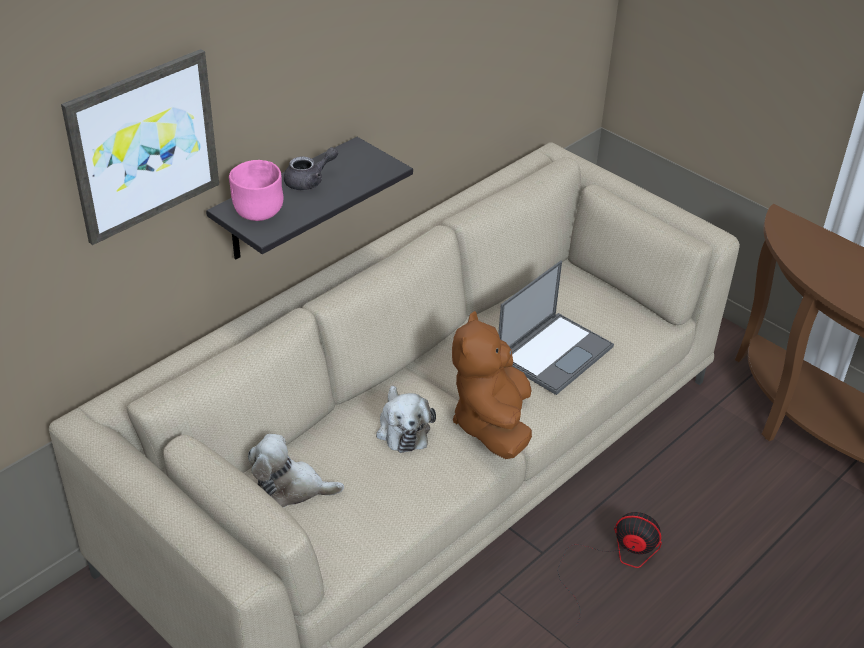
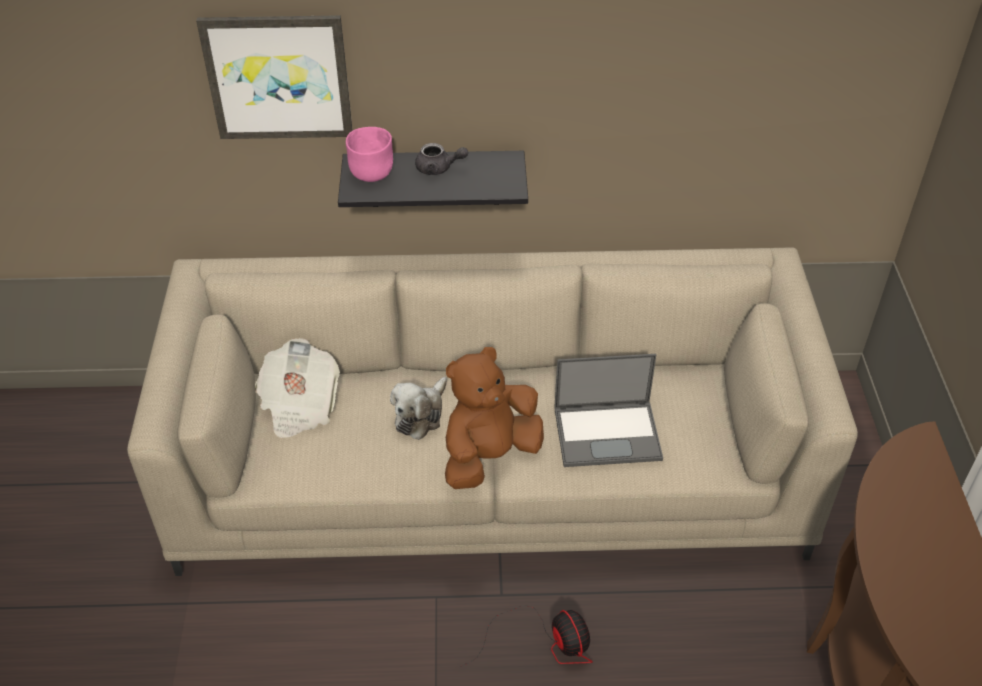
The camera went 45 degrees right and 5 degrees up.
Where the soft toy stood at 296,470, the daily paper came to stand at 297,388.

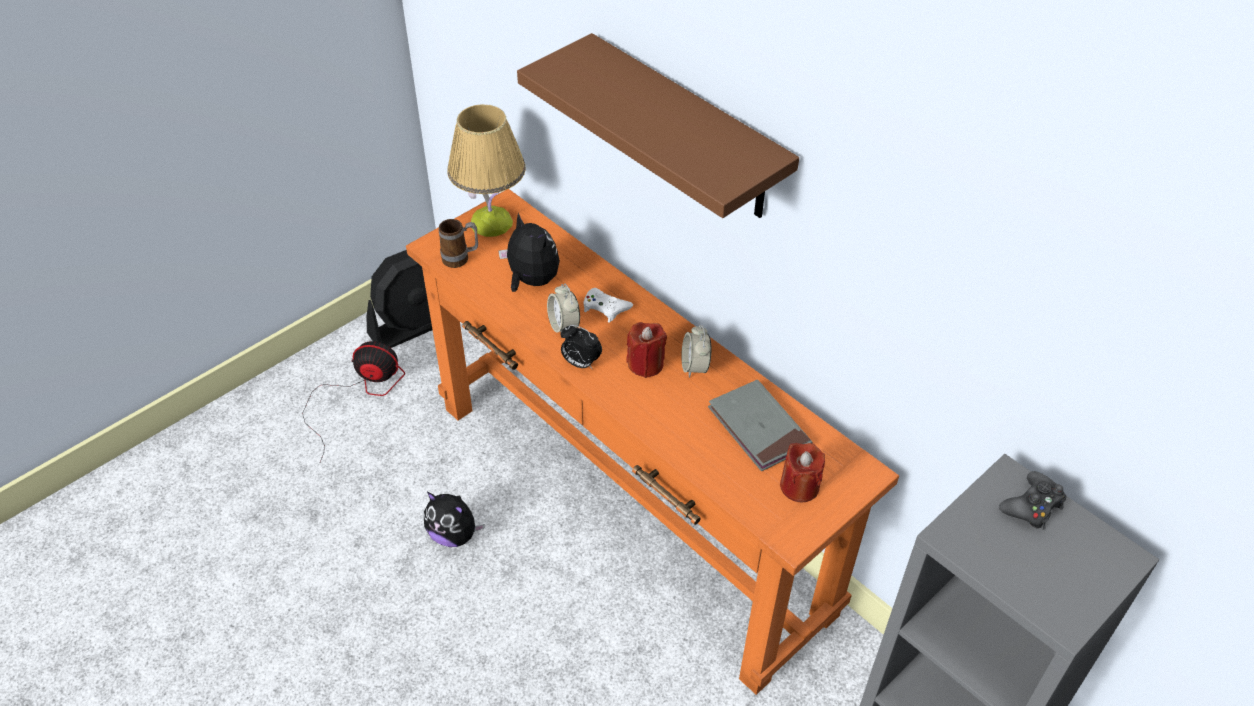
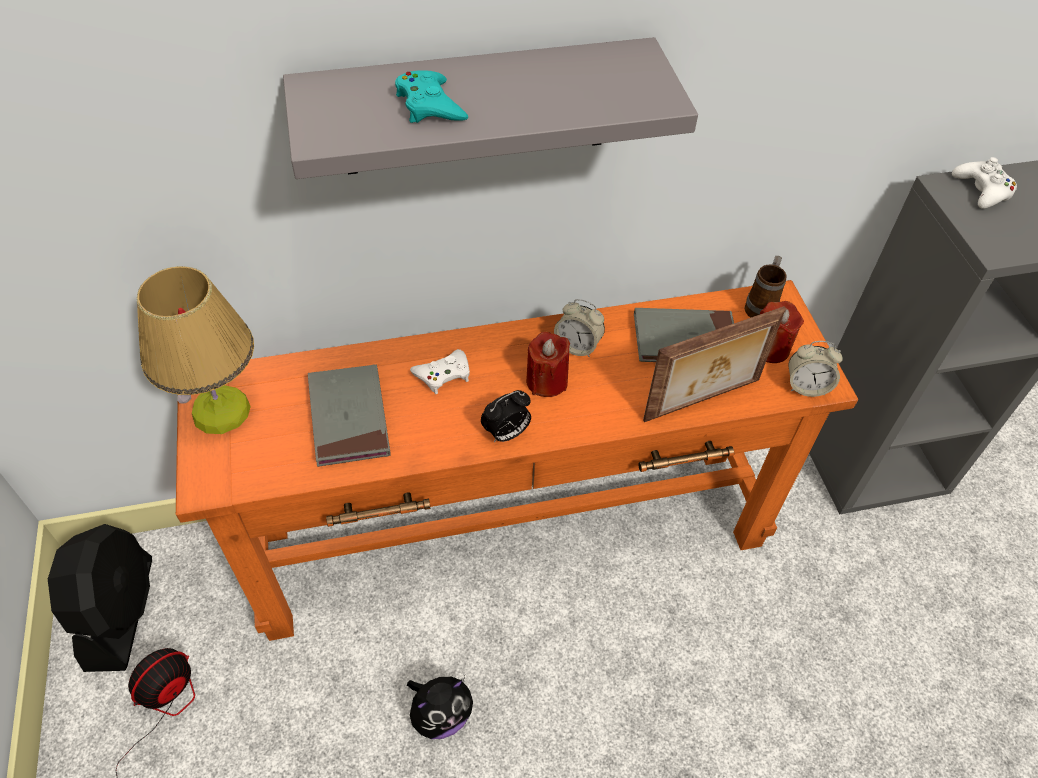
The camera went 60 degrees left and 5 degrees up.
The mug ended up elsewhere, having gone from 458,243 to 765,287.
Where the soft toy stood at 529,252, the grey book came to stand at 349,415.
What was the brown-coloured bracket shelf at 658,125 turned into the grey bracket shelf at 490,108.
The bedside clock ended up elsewhere, having gone from 563,308 to 815,369.
What was the black gamepad at 1033,500 turned into the white gamepad at 984,183.
The second view gained the turquoise-coloured gamepad at 431,96.
The second view gained the picture frame at 714,364.

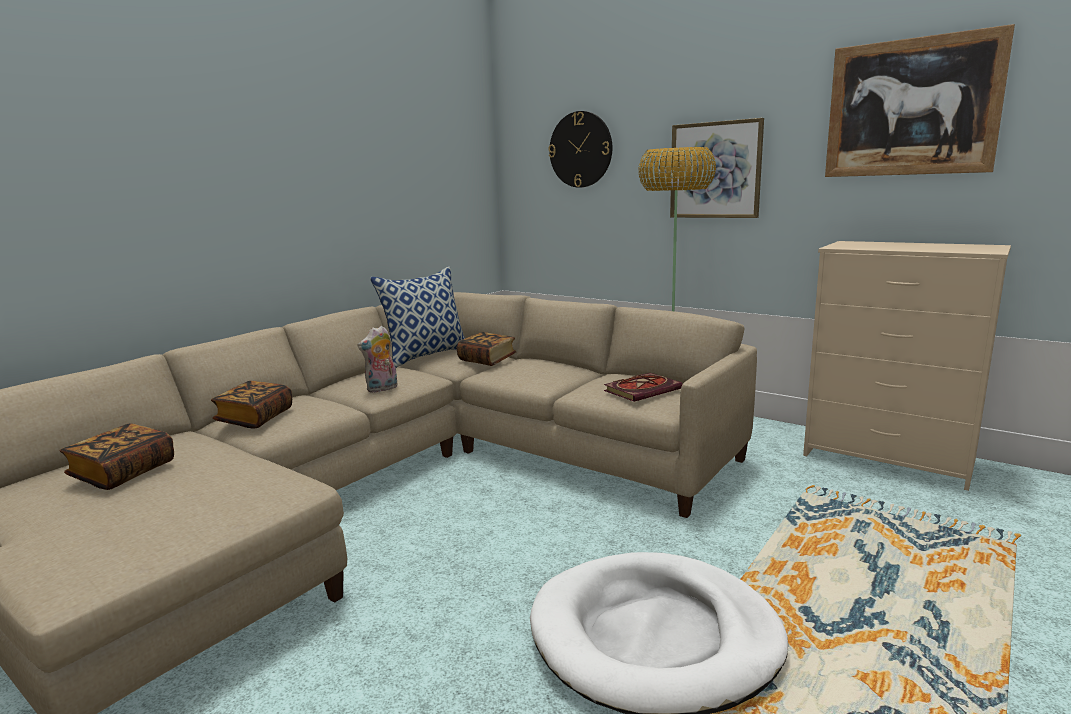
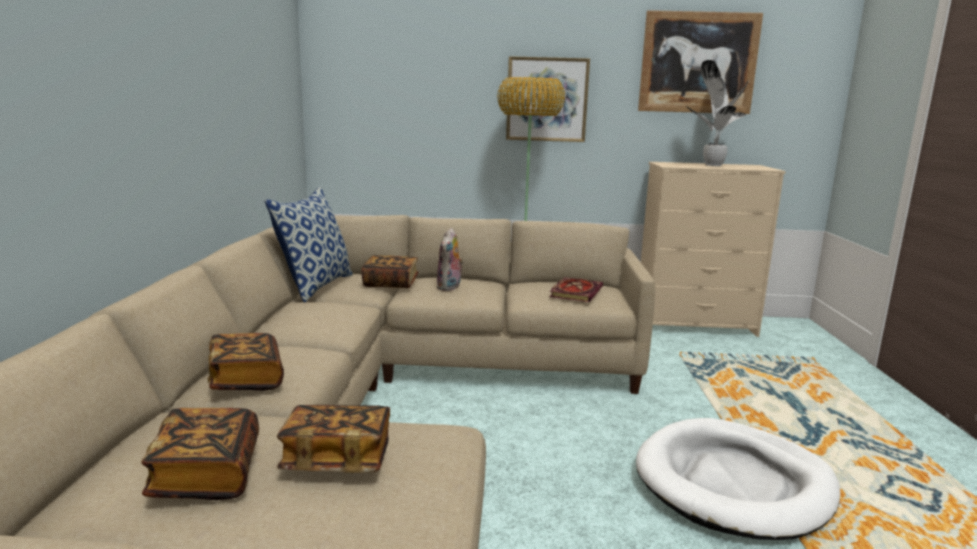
The camera went 35 degrees left and 0 degrees up.
The soft toy ended up elsewhere, having gone from 378,359 to 450,259.
The second view lost the clock on the wall at 580,149.
The second view gained the book at 333,439.
The second view gained the plant in a pot at 717,113.

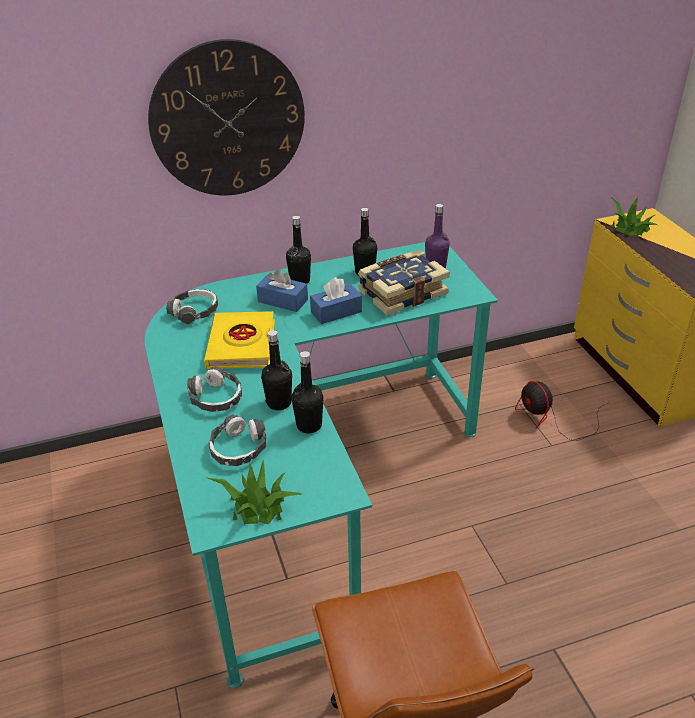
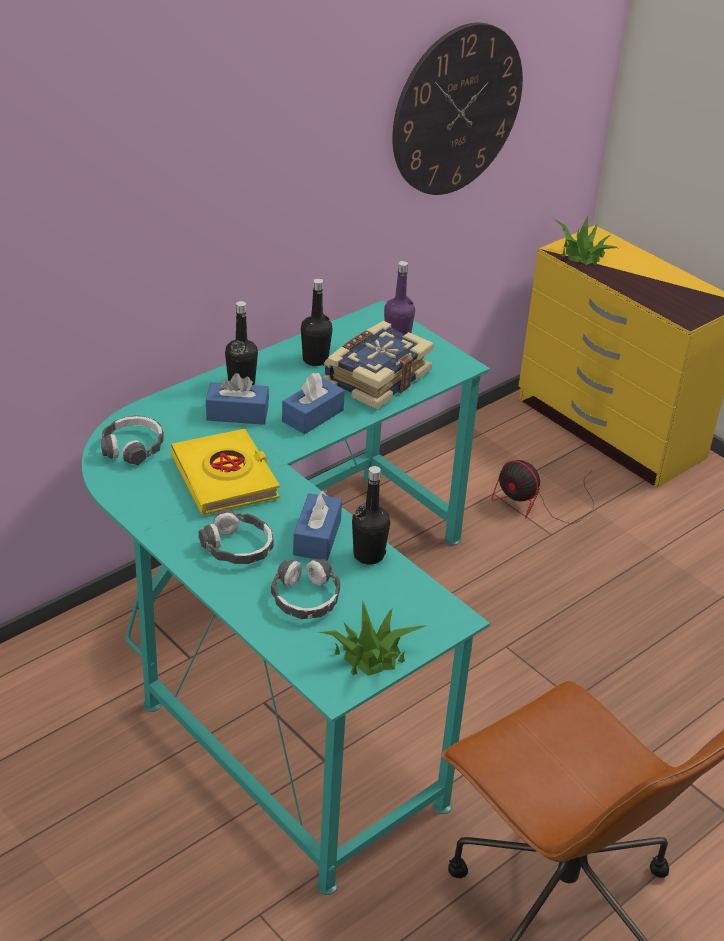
The camera went 25 degrees left and 0 degrees up.
The clock on the wall ended up elsewhere, having gone from 226,117 to 457,109.
Where the black beverage bottle stood at 276,370, the blue tissue box came to stand at 317,525.

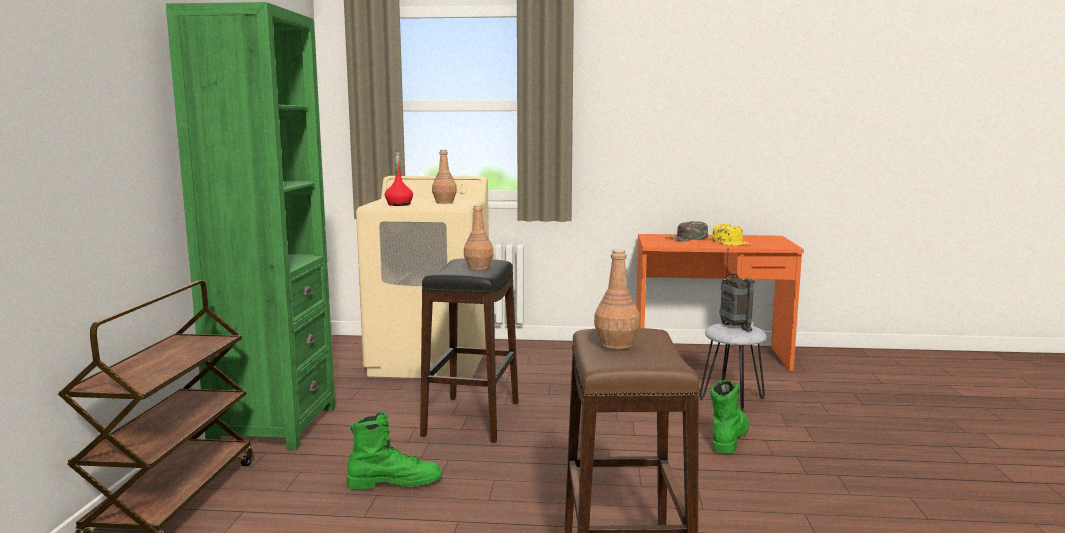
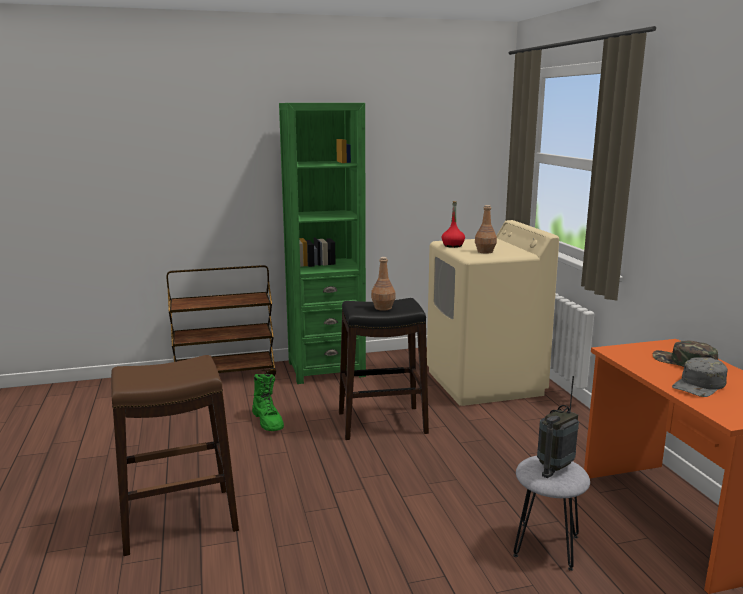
The camera went 70 degrees right and 5 degrees up.
The second view lost the brown-coloured beverage bottle at 617,299.
The second view lost the greenish high-top boot at 729,416.
What was the yellow-coloured peaked cap at 731,235 turned into the grey peaked cap at 700,377.

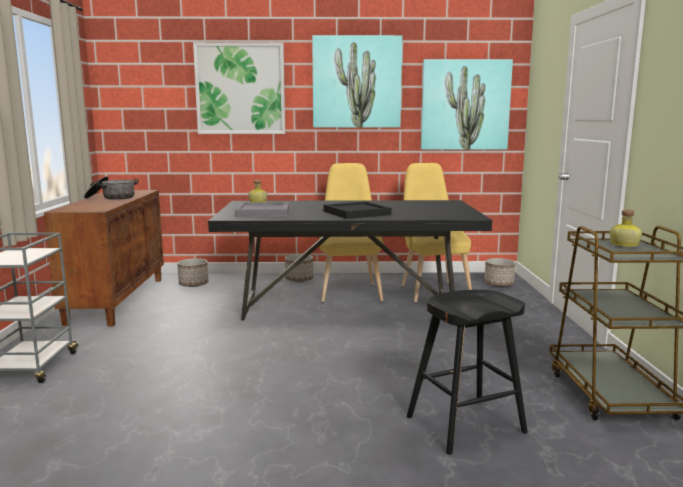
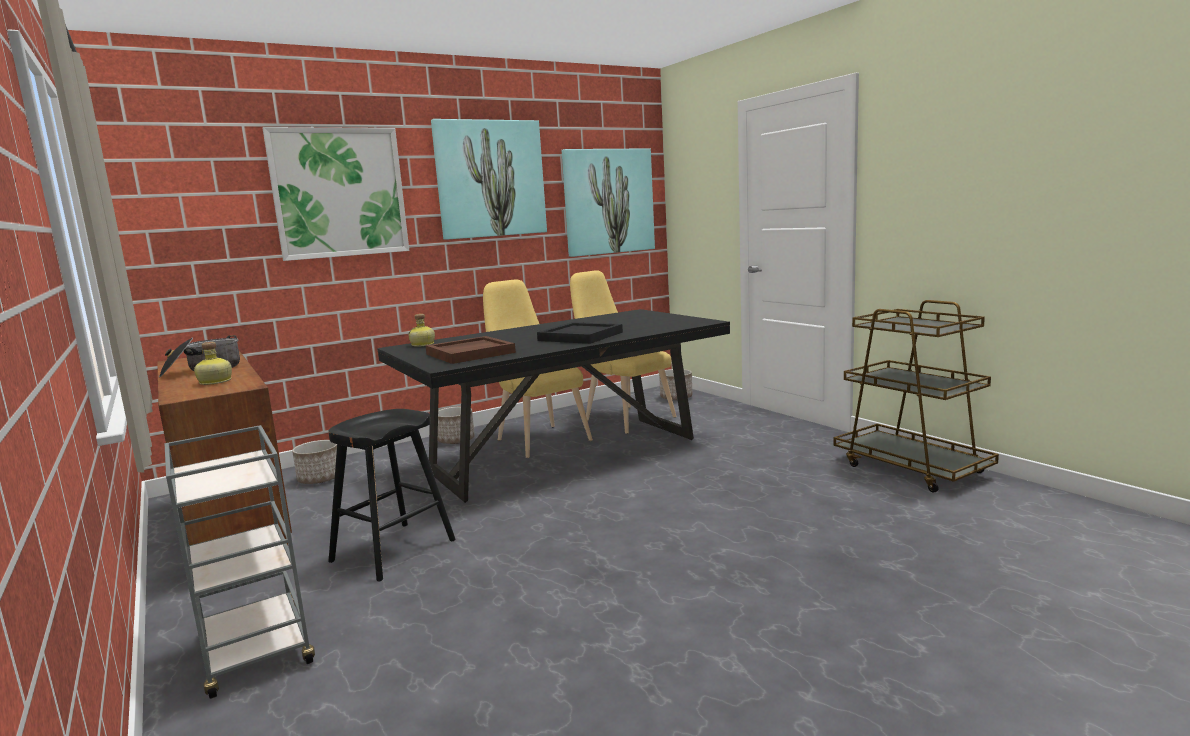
The camera went 30 degrees left and 0 degrees up.
What was the grey serving tray at 262,209 turned into the brown-coloured serving tray at 471,350.
The black stool seat ended up elsewhere, having gone from 467,372 to 391,495.
The beverage bottle ended up elsewhere, having gone from 626,228 to 213,363.

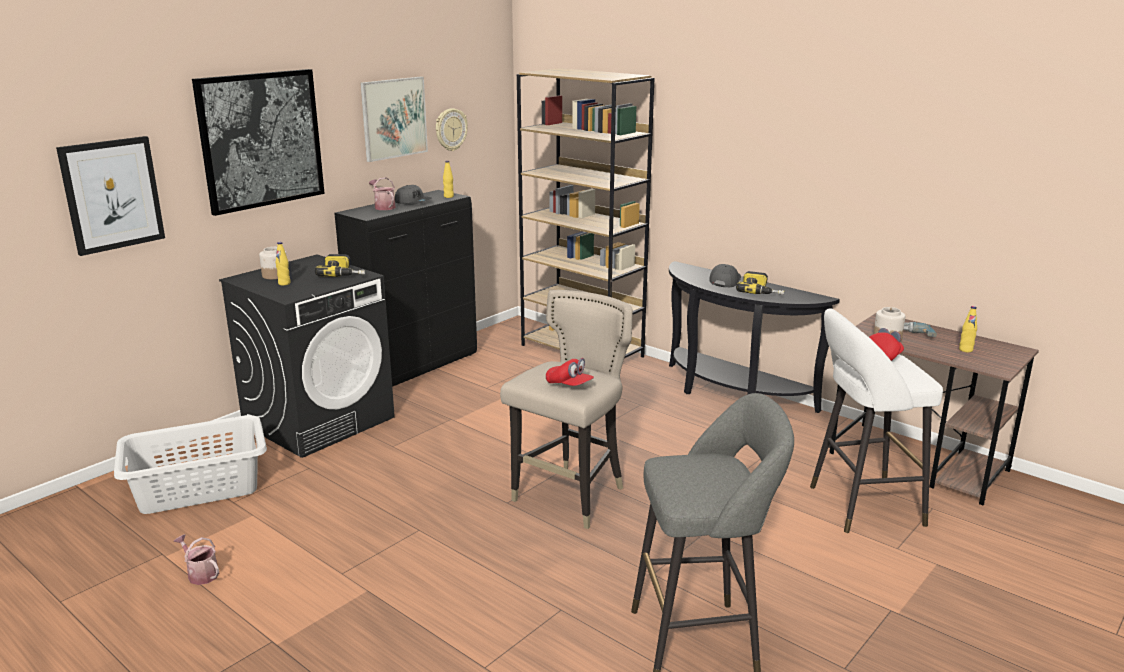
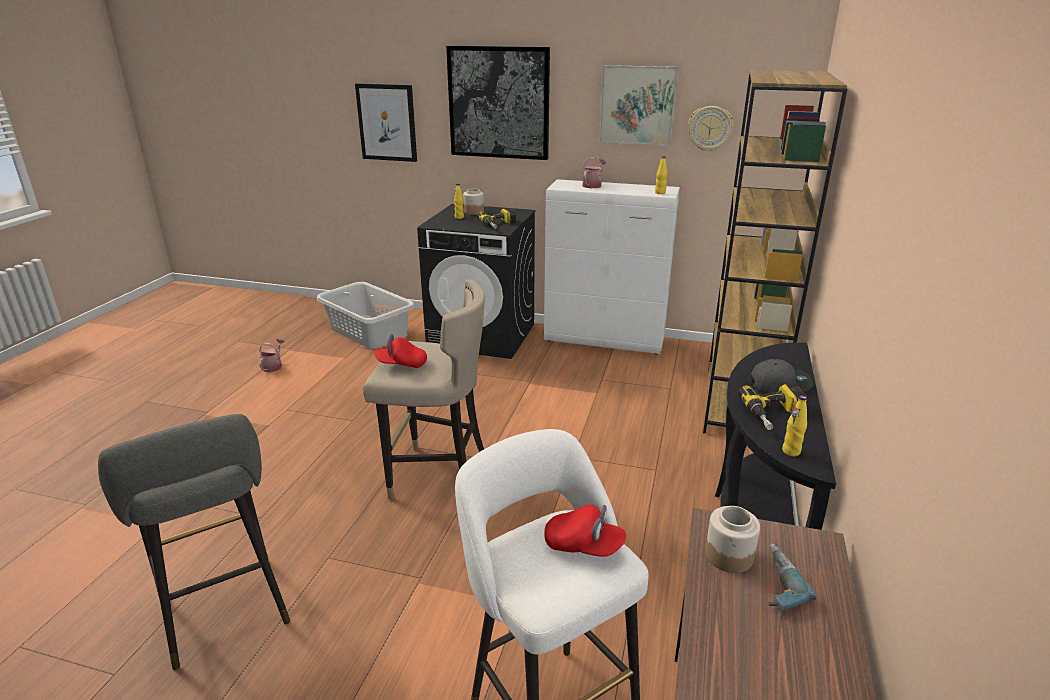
The camera went 65 degrees right and 5 degrees up.
What was the black cabinet at 405,288 turned into the white cabinet at 612,267.
The second view lost the grey peaked cap at 413,195.
The reddish peaked cap at 570,372 ended up facing another way, 75 degrees clockwise from before.
The yellow-coloured beverage bottle ended up elsewhere, having gone from 968,329 to 794,425.

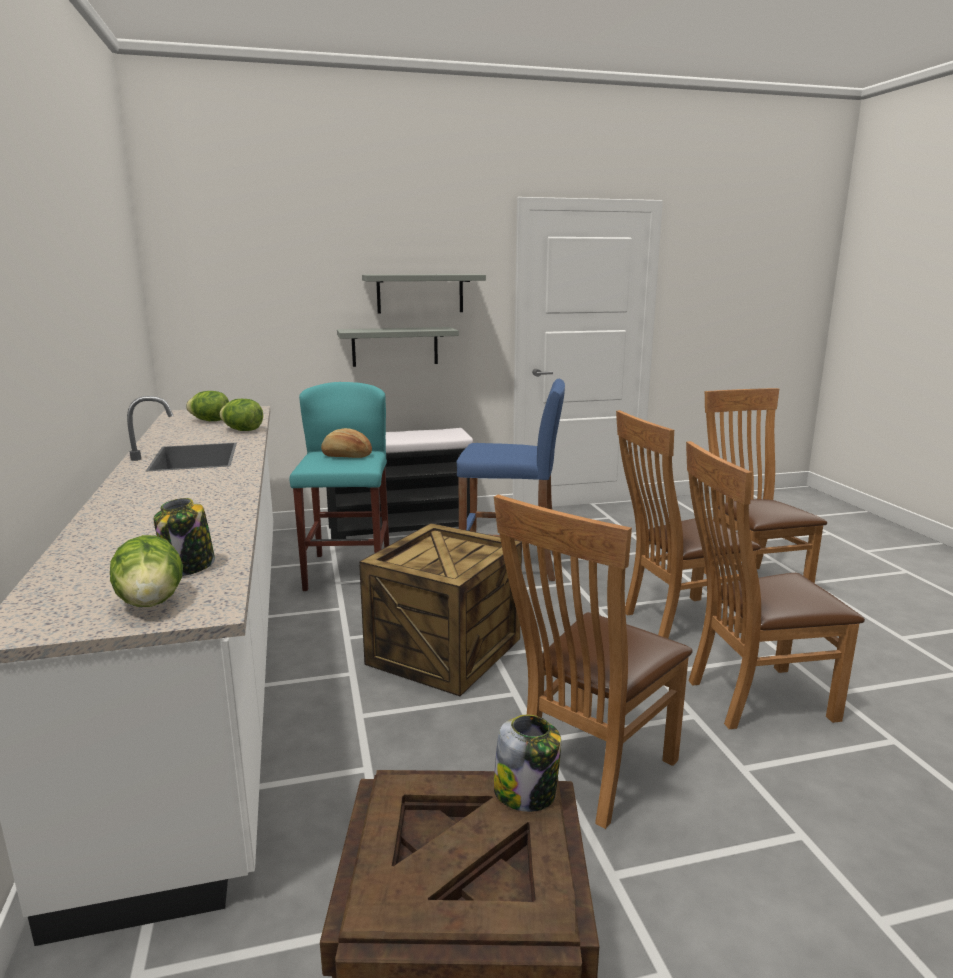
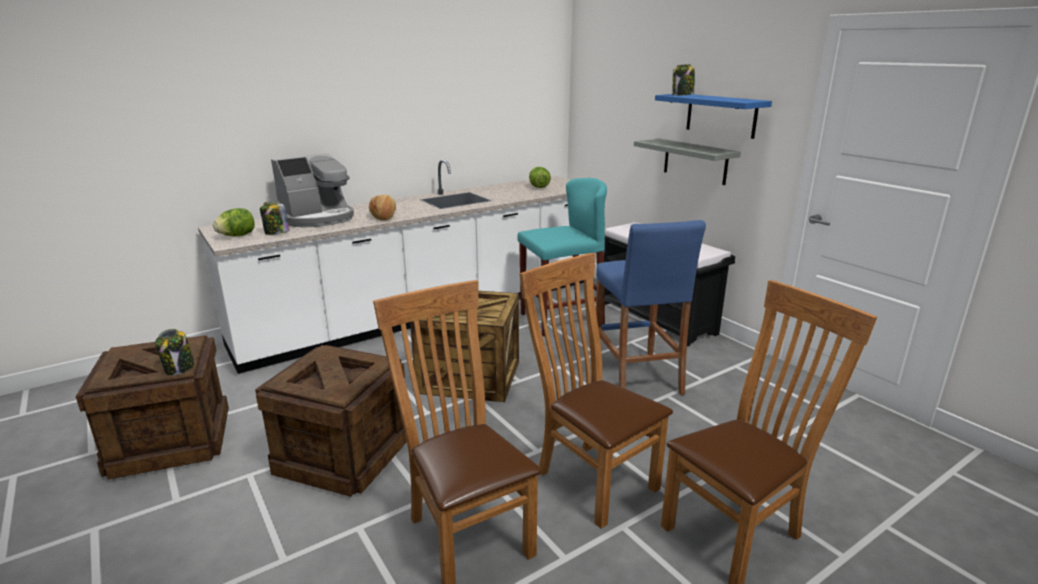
The camera went 70 degrees right and 5 degrees up.
The second view lost the head of lettuce at 241,415.
The baked bread ended up elsewhere, having gone from 346,443 to 382,208.
What was the grey bracket shelf at 424,294 turned into the blue bracket shelf at 713,116.
Where the brown-coloured chair stood at 593,662, the shipping crate came to stand at 331,421.
The second view gained the coffee brewer at 312,190.
The second view gained the jar at 684,80.

